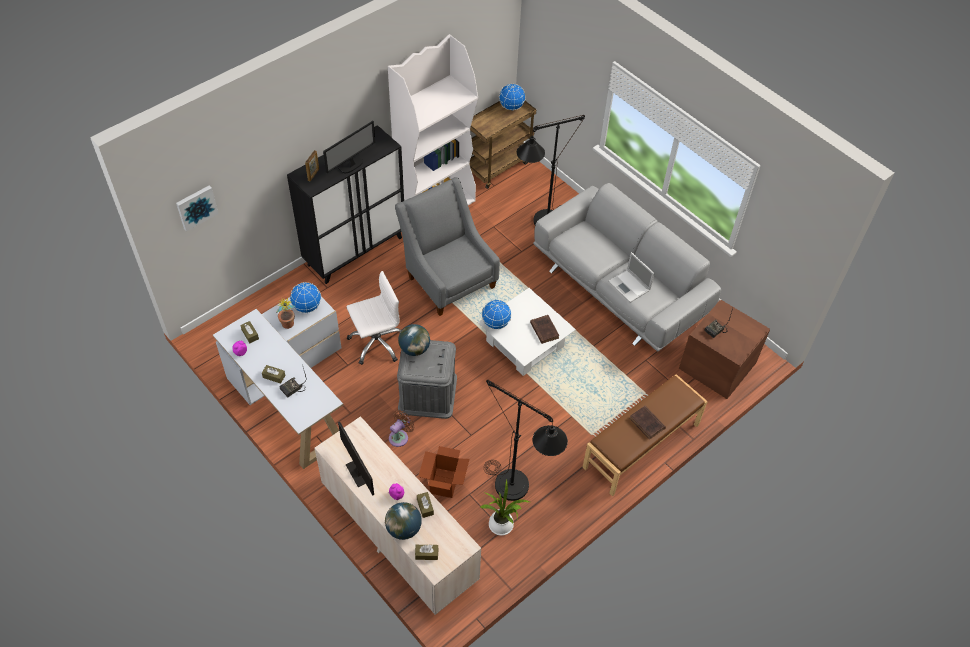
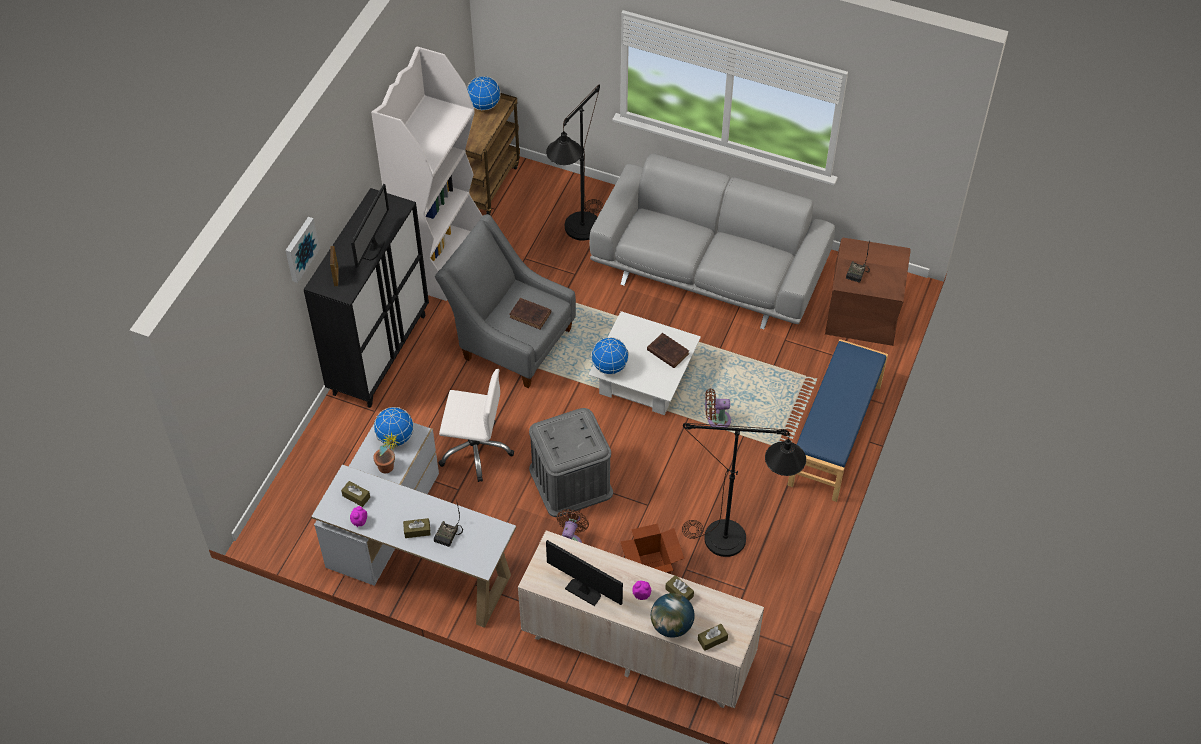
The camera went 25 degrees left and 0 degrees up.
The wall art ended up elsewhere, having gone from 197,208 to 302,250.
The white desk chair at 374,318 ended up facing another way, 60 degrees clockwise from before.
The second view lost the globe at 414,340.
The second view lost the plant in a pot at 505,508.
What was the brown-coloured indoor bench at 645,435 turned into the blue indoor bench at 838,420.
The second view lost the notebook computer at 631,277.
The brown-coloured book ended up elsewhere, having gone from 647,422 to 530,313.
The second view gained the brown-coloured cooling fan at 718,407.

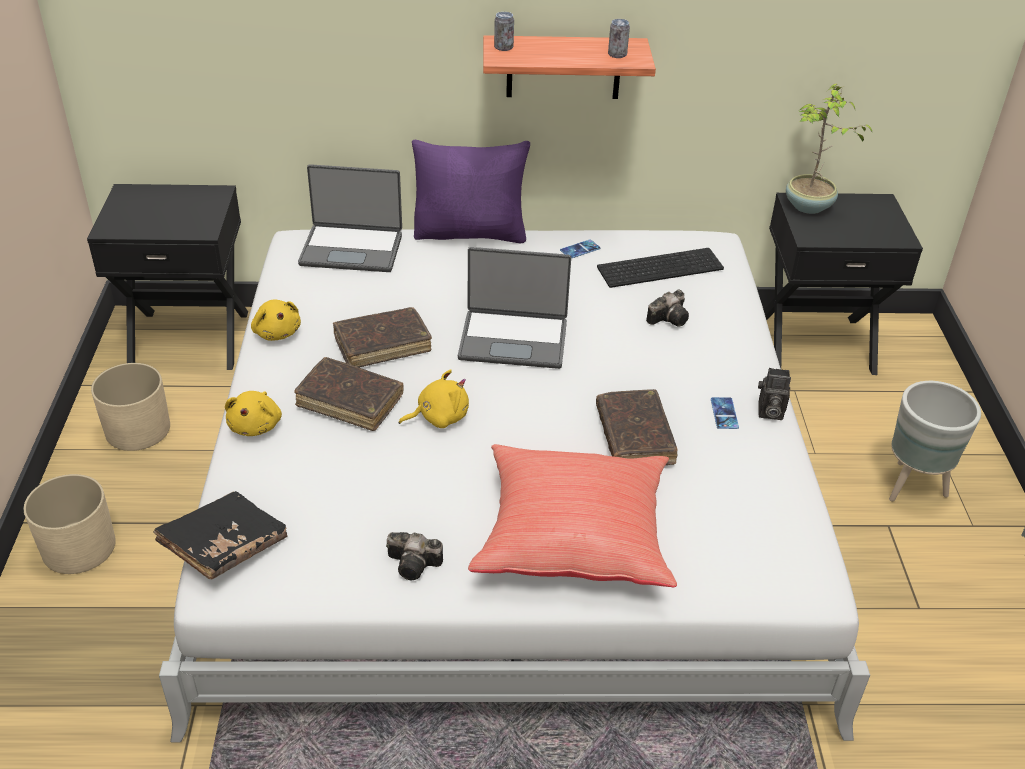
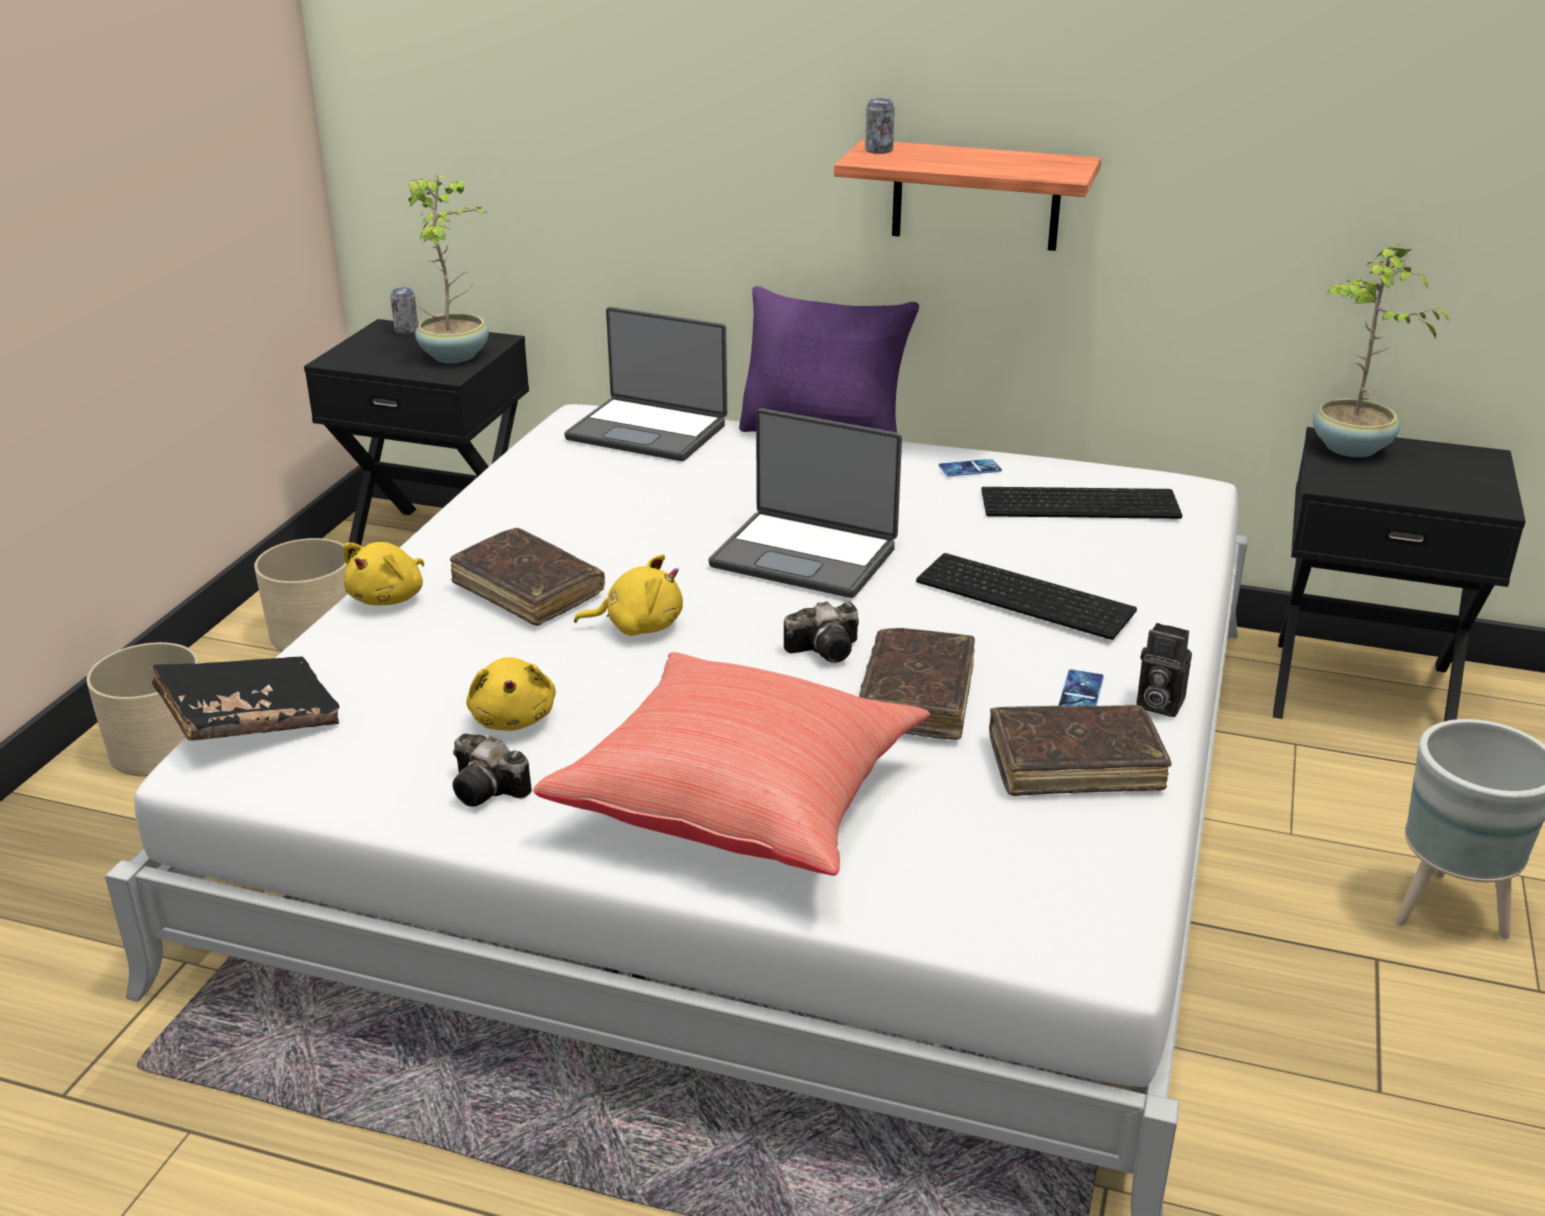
The camera went 20 degrees right and 10 degrees down.
The yellow-coloured soft toy ended up elsewhere, having gone from 276,320 to 511,694.
The brown-coloured book ended up elsewhere, having gone from 382,337 to 1080,750.
The sealed can ended up elsewhere, having gone from 619,38 to 404,310.
The photo camera ended up elsewhere, having gone from 667,308 to 821,632.
The second view gained the plant in a pot at 448,269.
The second view gained the keyboard at 1026,596.

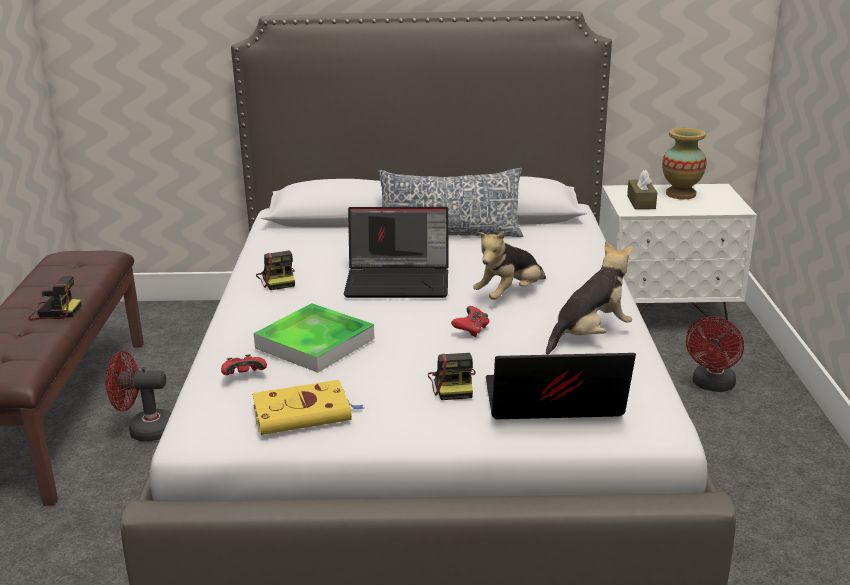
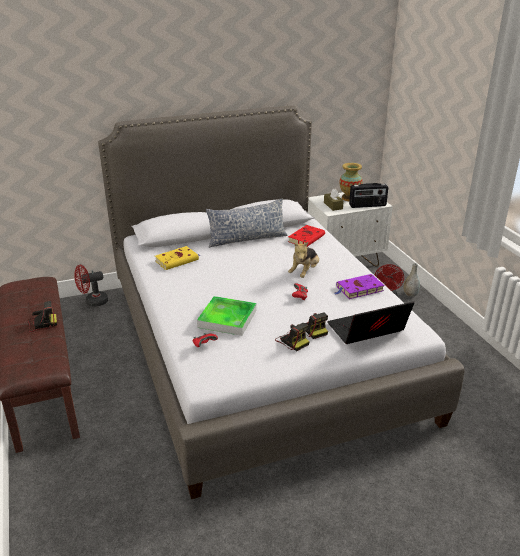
The camera went 20 degrees left and 5 degrees up.
The reddish cooling fan ended up elsewhere, having gone from 138,396 to 91,286.
The yellow-coloured book ended up elsewhere, having gone from 308,407 to 177,258.
The photo camera ended up elsewhere, having gone from 275,270 to 292,337.
The second view lost the notebook computer at 396,252.
Where the soft toy stood at 589,298, the purple book came to stand at 360,286.
The second view gained the reddish book at 306,236.
The second view gained the radio at 368,195.
The second view gained the grey flower vase at 412,280.

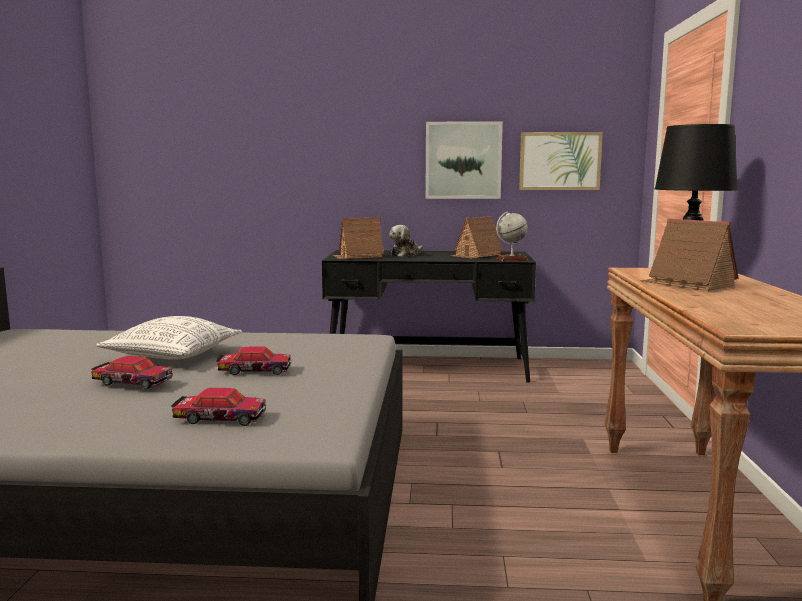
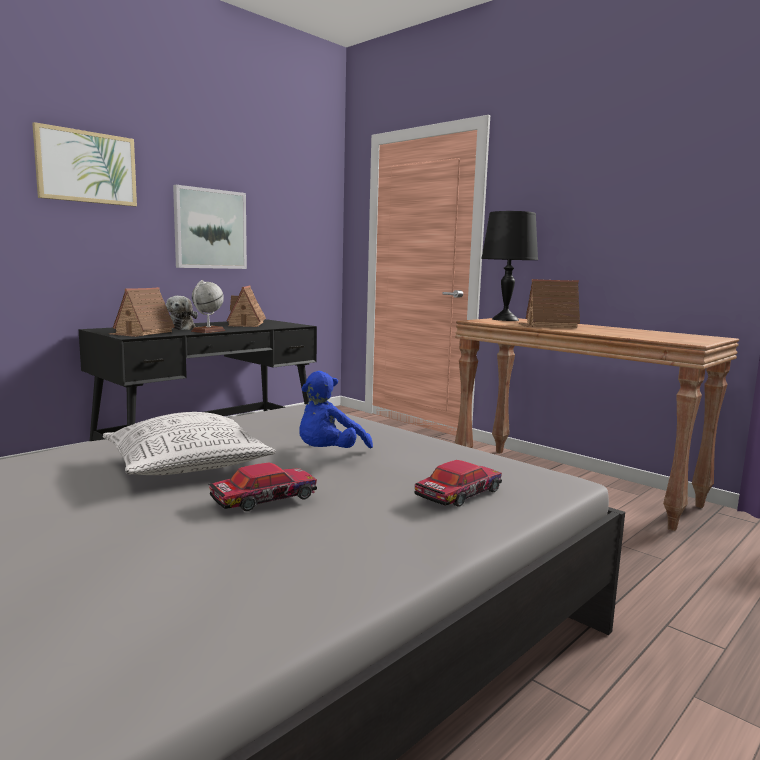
The camera went 50 degrees left and 0 degrees up.
Where the miniature car stood at 253,360, the blue soft toy came to stand at 336,409.
The globe ended up elsewhere, having gone from 512,236 to 208,306.
The wall art ended up elsewhere, having gone from 561,161 to 84,164.

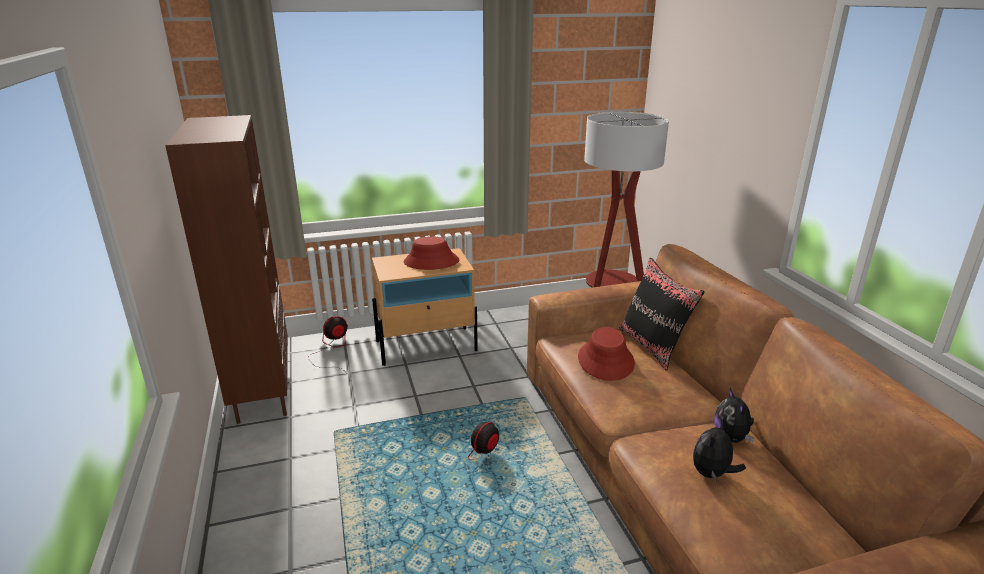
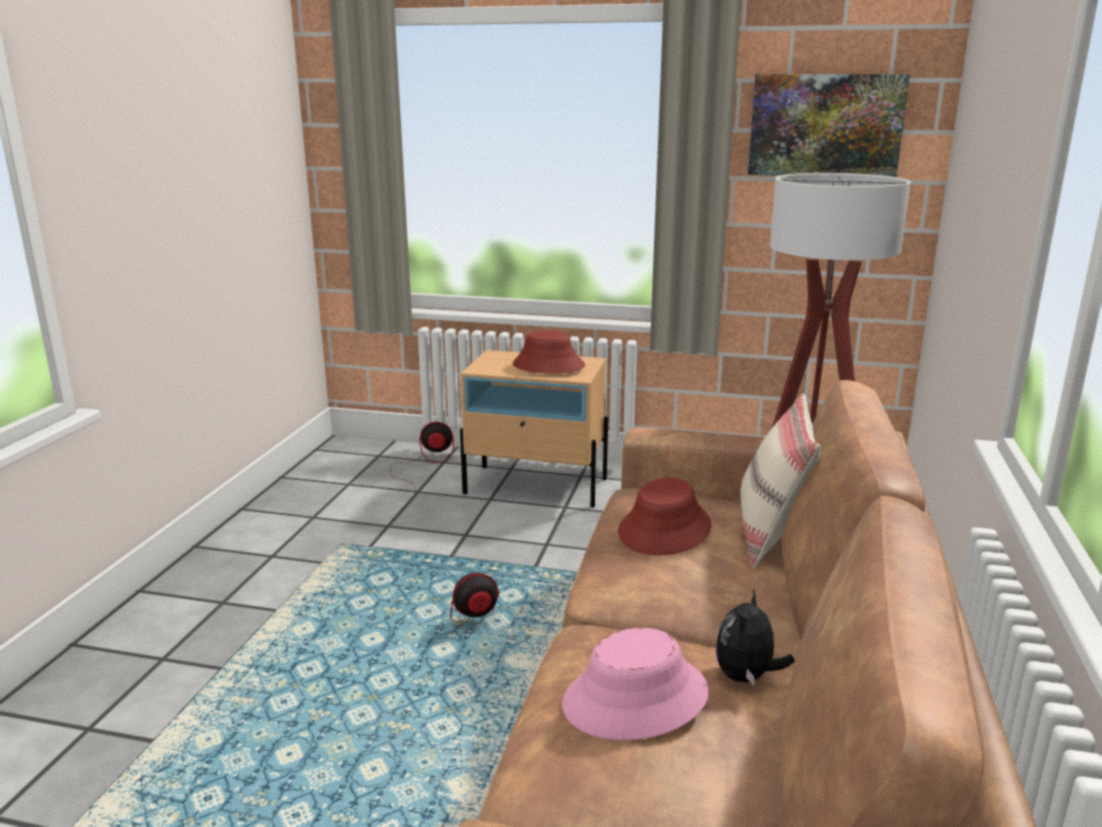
The camera went 30 degrees right and 5 degrees down.
The second view lost the brown-coloured bookcase at 226,269.
What was the black cushion at 662,314 turned into the sand-coloured cushion at 780,481.
Where the soft toy stood at 719,450, the pink-coloured hat came to stand at 635,684.
The second view gained the wall art at 829,125.

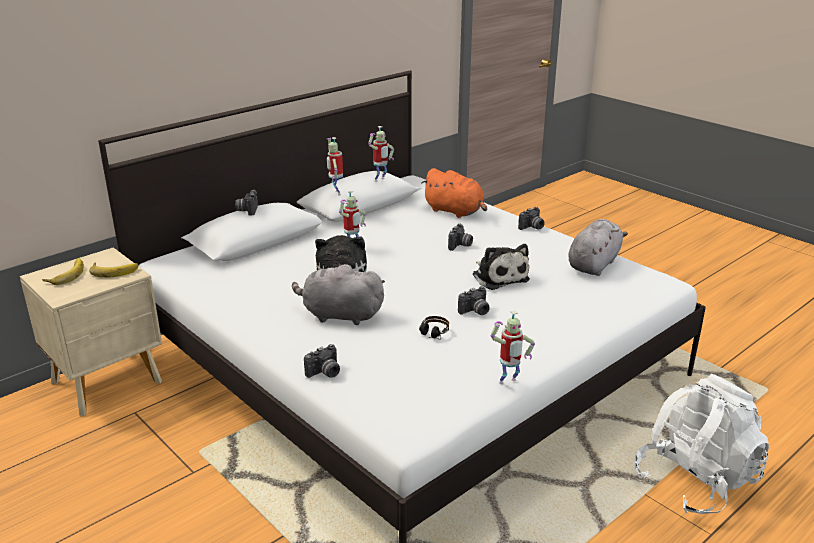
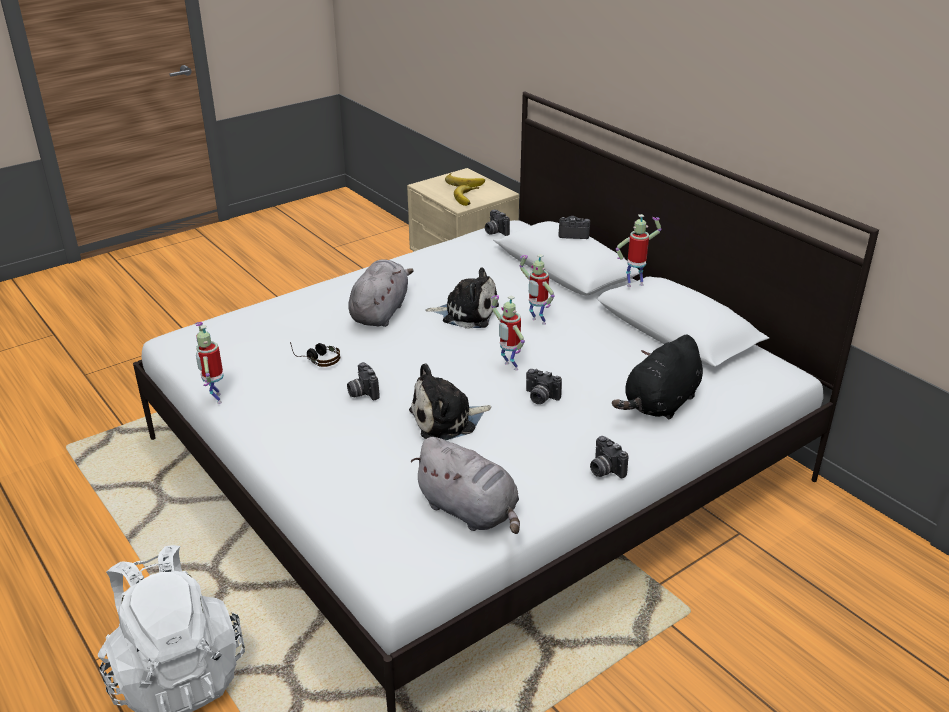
The camera went 95 degrees right and 5 degrees up.
The photo camera ended up elsewhere, having gone from 322,361 to 497,222.
The model robot ended up elsewhere, having gone from 381,154 to 508,333.
What was the orange-coloured soft toy at 454,193 turned into the black soft toy at 657,377.

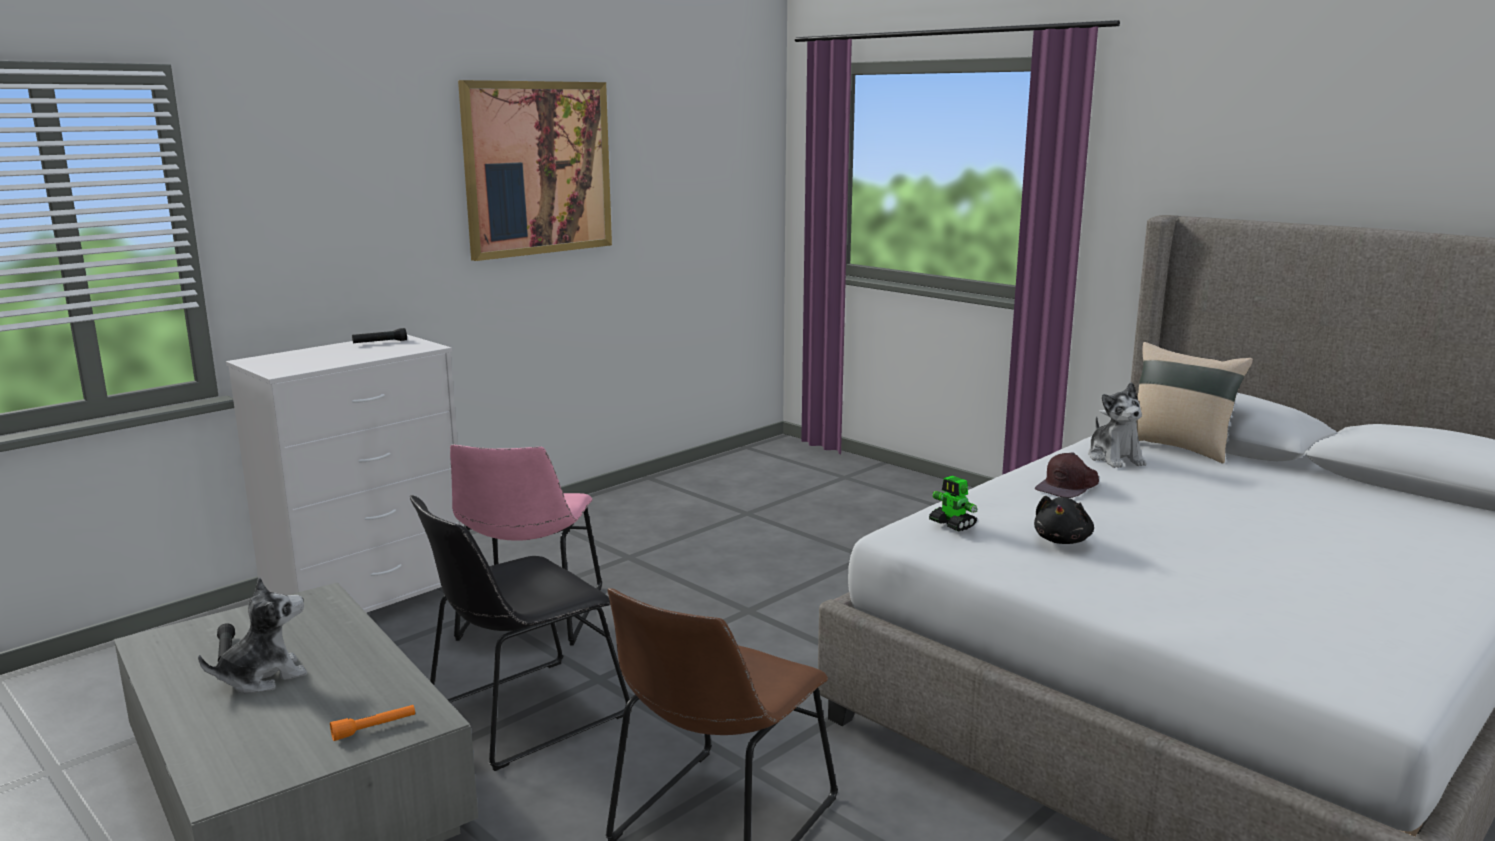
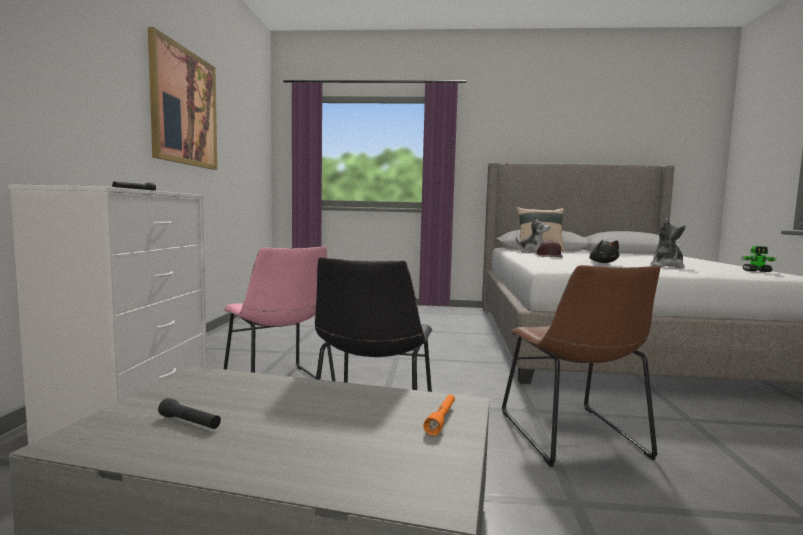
The camera went 40 degrees left and 10 degrees down.
The soft toy ended up elsewhere, having gone from 252,635 to 668,243.
The model robot ended up elsewhere, having gone from 953,503 to 759,259.

